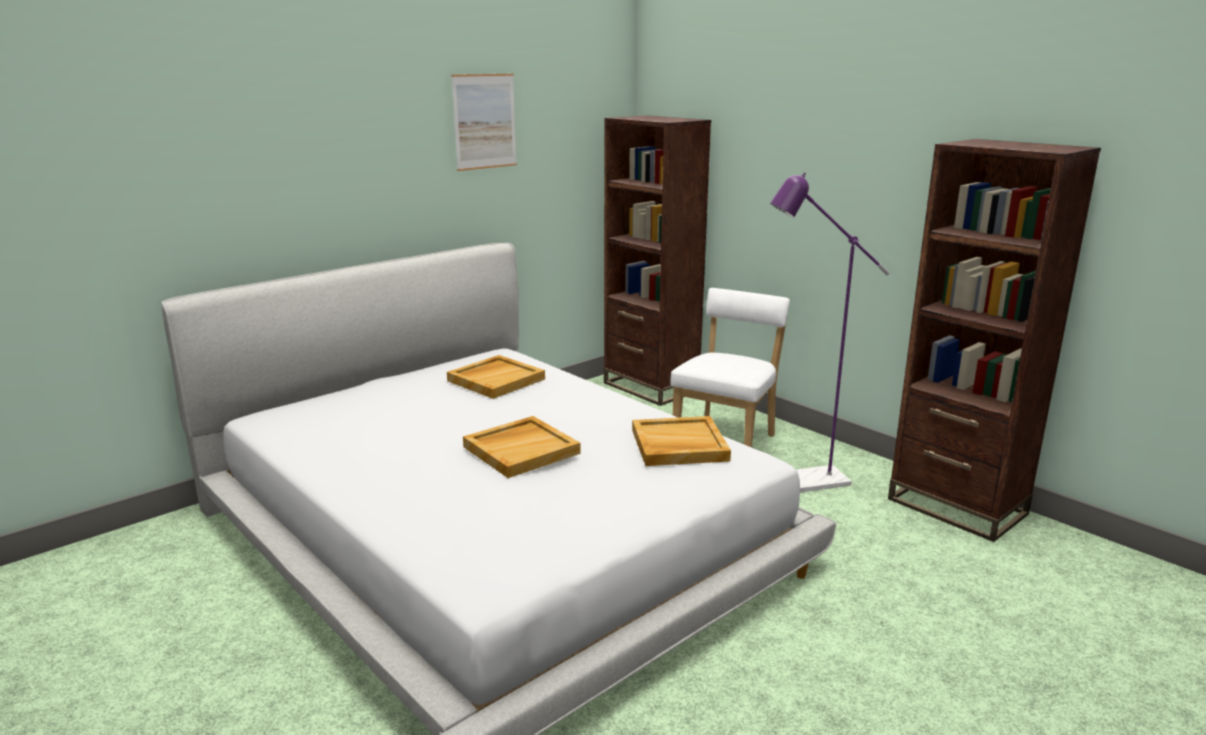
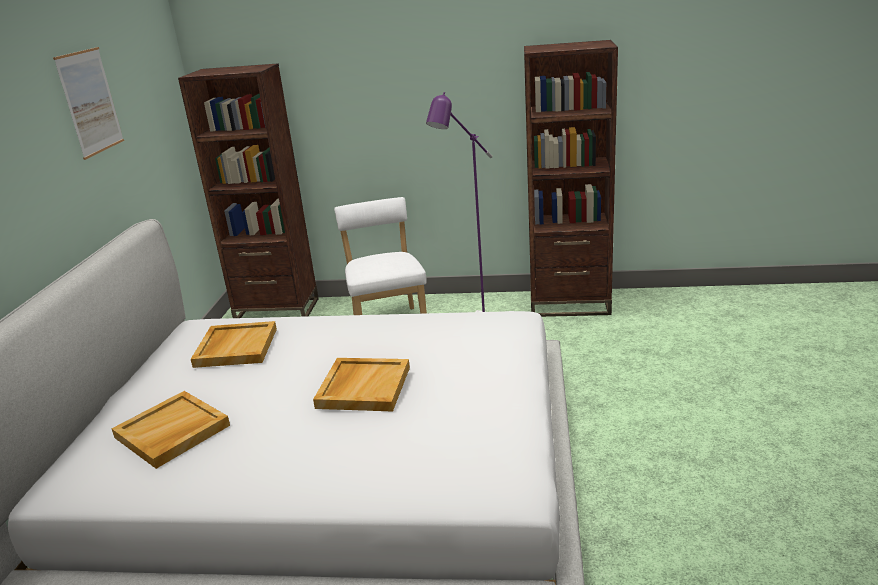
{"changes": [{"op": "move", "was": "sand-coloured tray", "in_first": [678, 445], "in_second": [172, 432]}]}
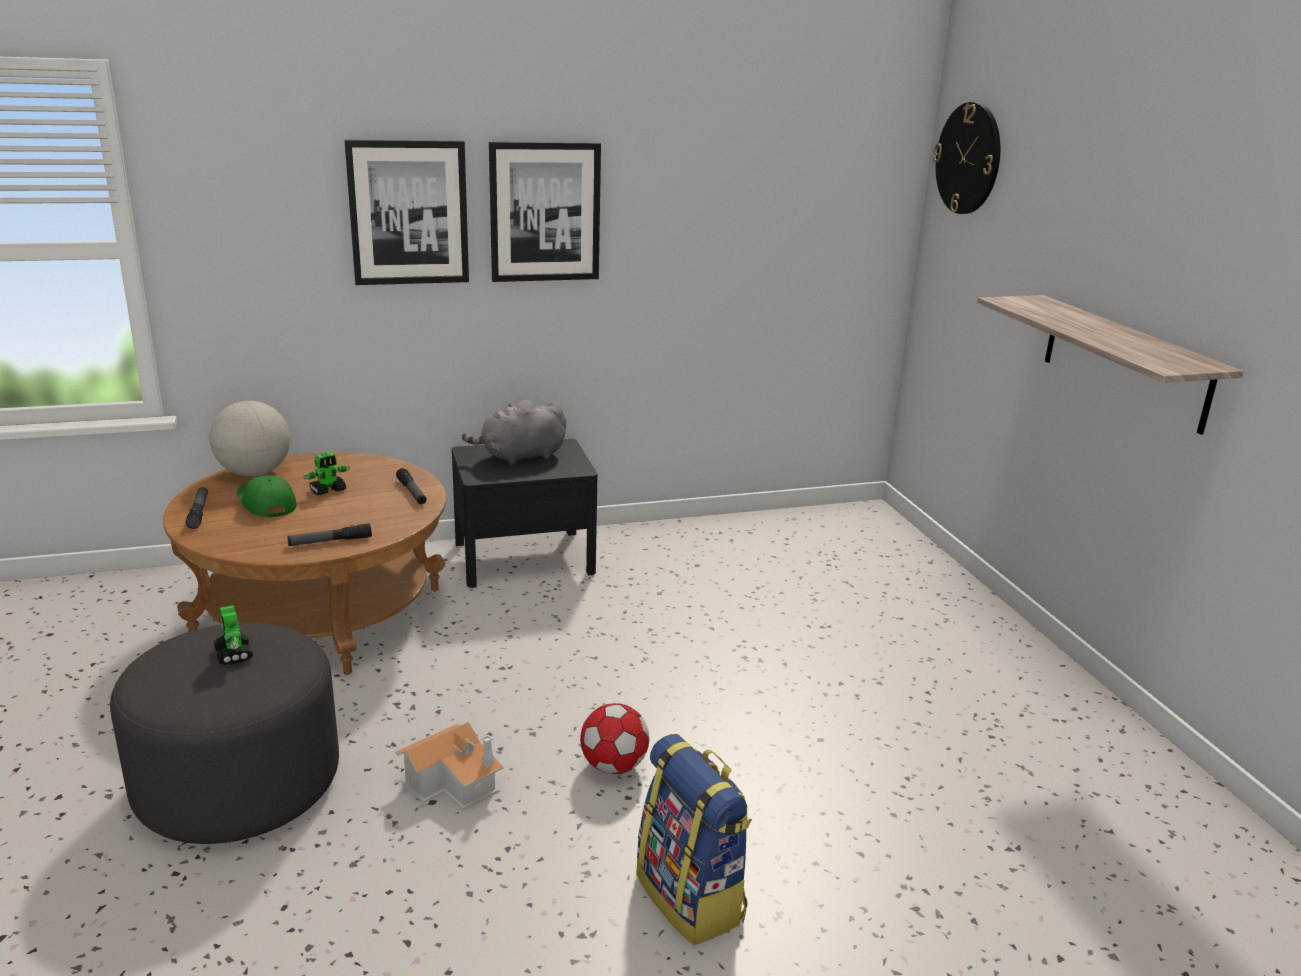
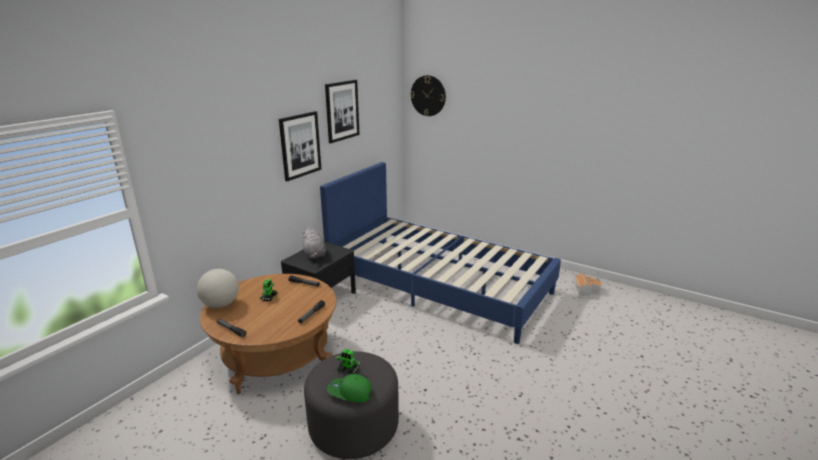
{"changes": [{"op": "delete", "was": "football ball", "in_first": [614, 766]}, {"op": "delete", "was": "rucksack", "in_first": [692, 898]}, {"op": "delete", "was": "shelf", "in_first": [1124, 361]}, {"op": "insert", "now": "blue bedroom bed", "in_second": [438, 285]}, {"op": "move", "was": "greenish cap", "in_first": [266, 504], "in_second": [350, 392]}, {"op": "move", "was": "wall art", "in_first": [408, 213], "in_second": [342, 110]}, {"op": "move", "was": "model house", "in_first": [454, 782], "in_second": [586, 291]}, {"op": "rotate", "was": "grey cuddly toy", "in_first": [520, 457], "in_second": [314, 254], "clockwise": -45}]}
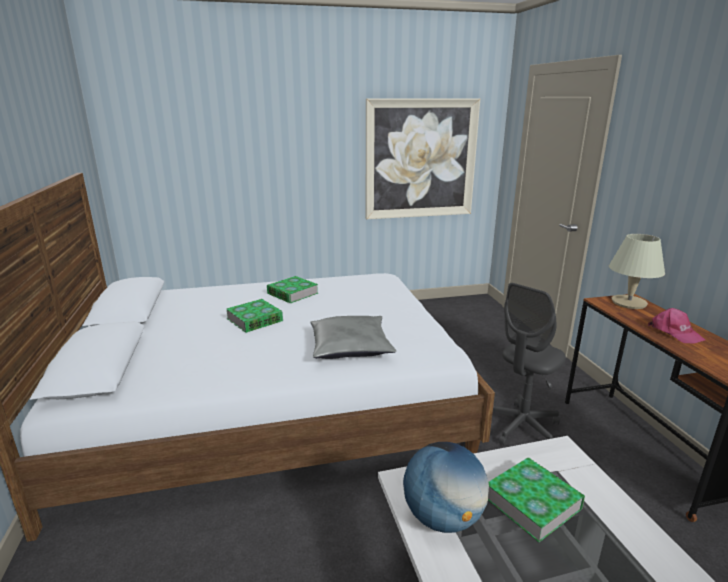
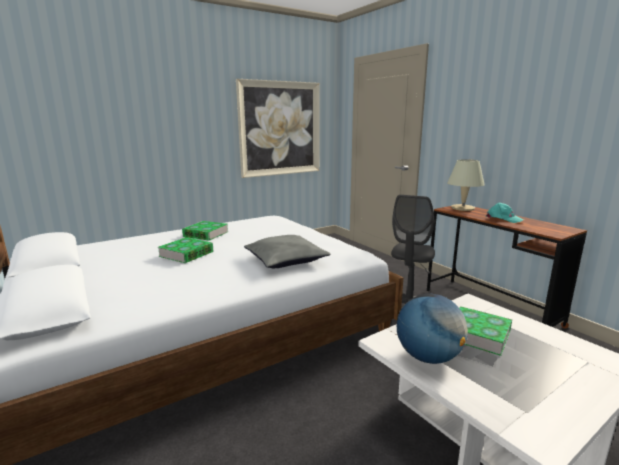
{"changes": [{"op": "recolor", "was": "pink cap", "now": "turquoise cap", "in_first": [675, 332], "in_second": [503, 219]}]}
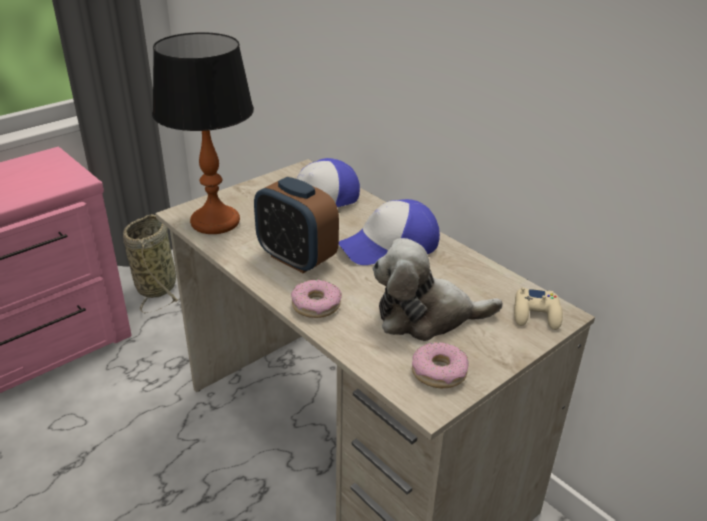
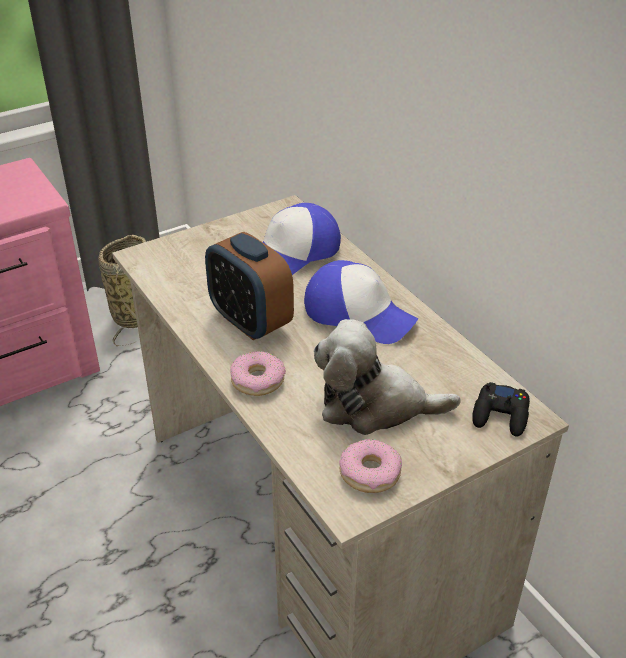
{"changes": [{"op": "delete", "was": "lamp for a table", "in_first": [214, 221]}, {"op": "recolor", "was": "sand-coloured game controller", "now": "black-coloured game controller", "in_first": [536, 314], "in_second": [501, 415]}, {"op": "rotate", "was": "cap", "in_first": [390, 245], "in_second": [358, 314], "clockwise": -135}]}
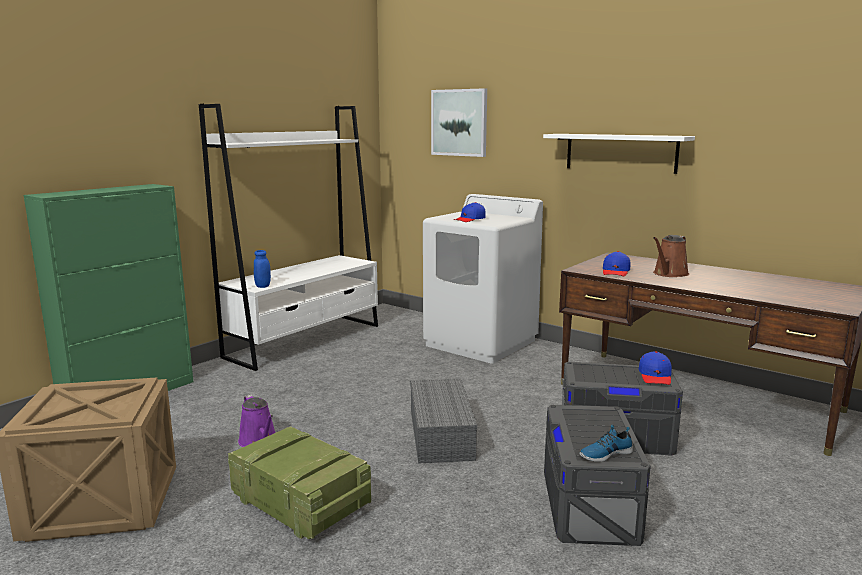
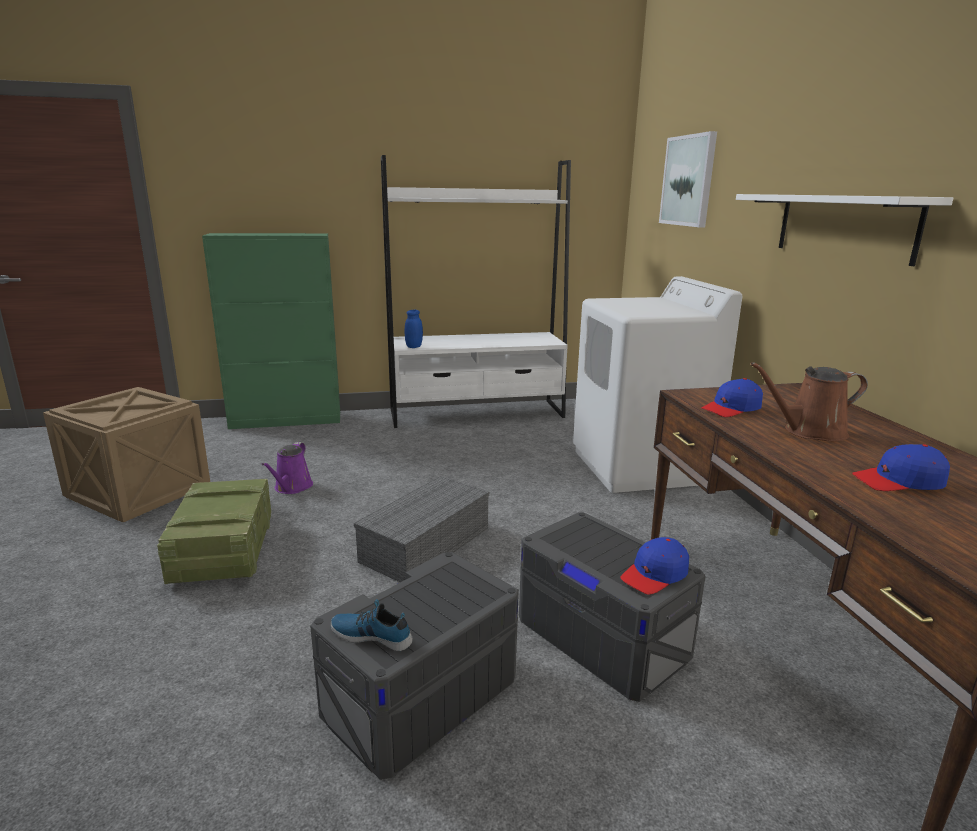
{"changes": [{"op": "move", "was": "blue cap", "in_first": [470, 219], "in_second": [899, 481]}]}
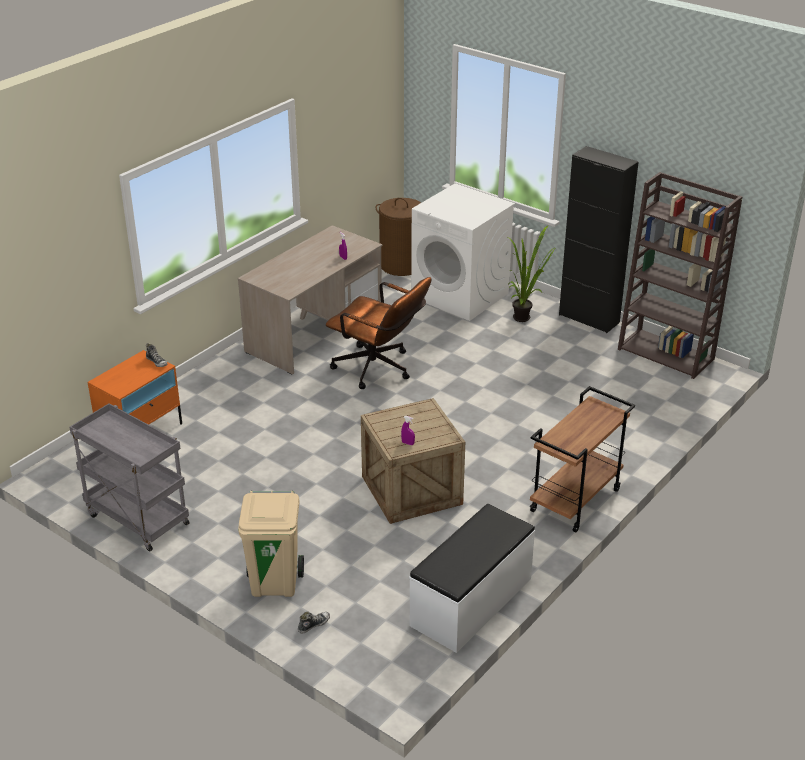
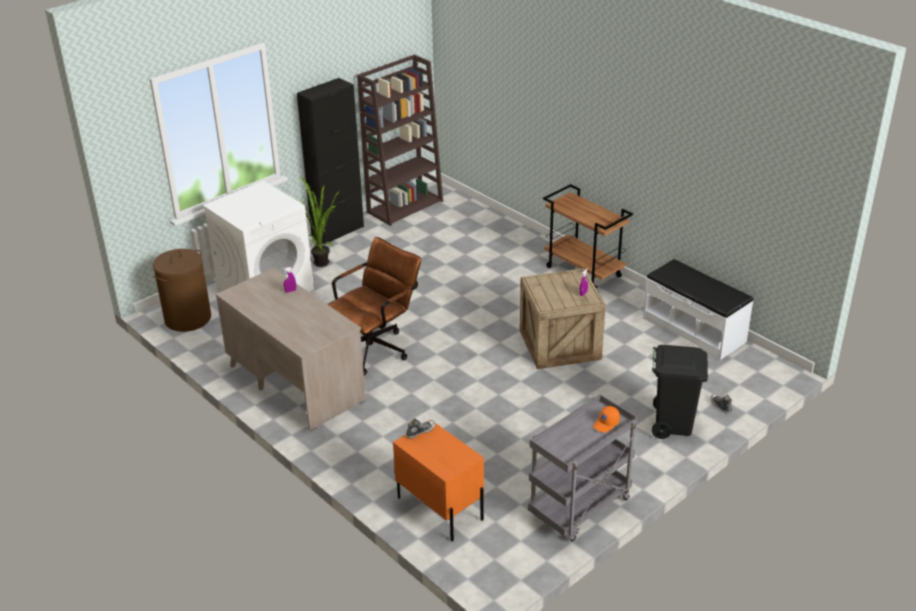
{"changes": [{"op": "insert", "now": "orange-coloured cap", "in_second": [606, 424]}, {"op": "recolor", "was": "sand-coloured waste bin", "now": "black-coloured waste bin", "in_first": [275, 583], "in_second": [672, 424]}]}
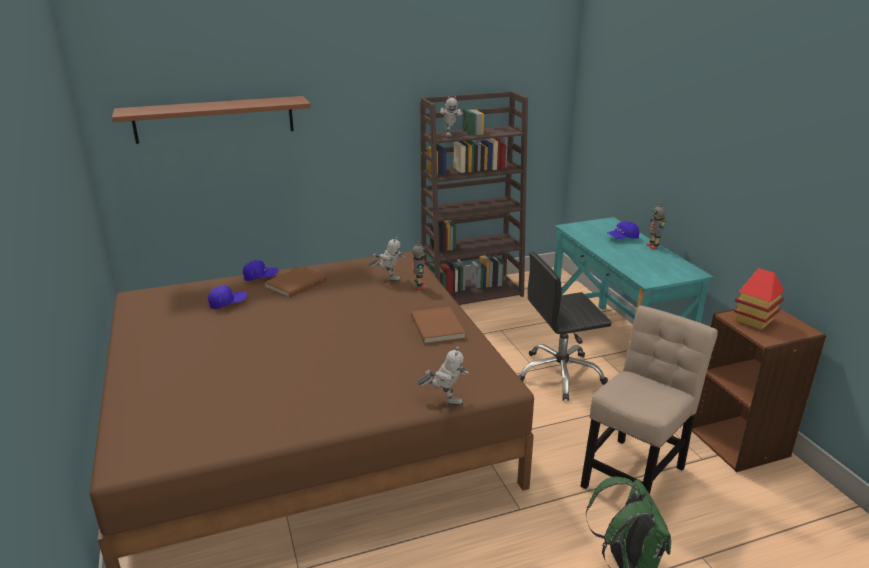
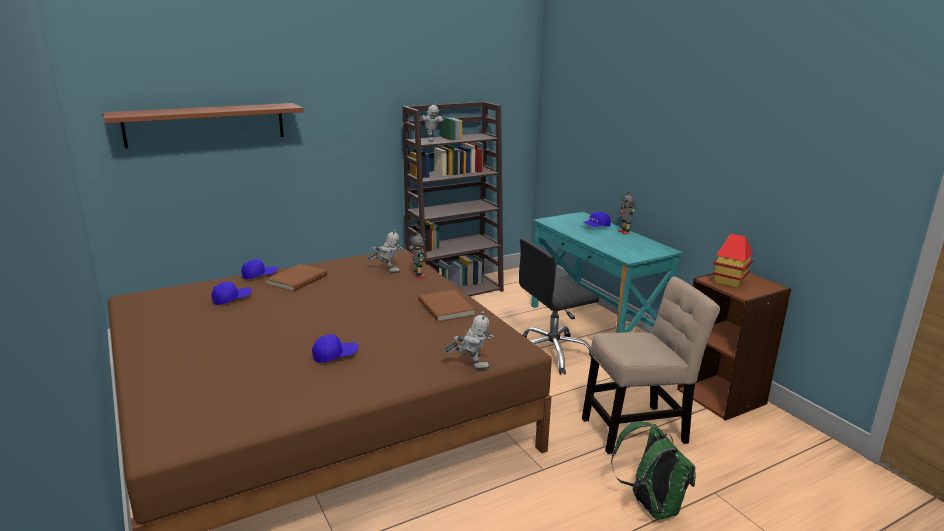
{"changes": [{"op": "insert", "now": "blue cap", "in_second": [335, 356]}, {"op": "rotate", "was": "sand-coloured chair", "in_first": [635, 473], "in_second": [638, 429], "clockwise": 45}]}
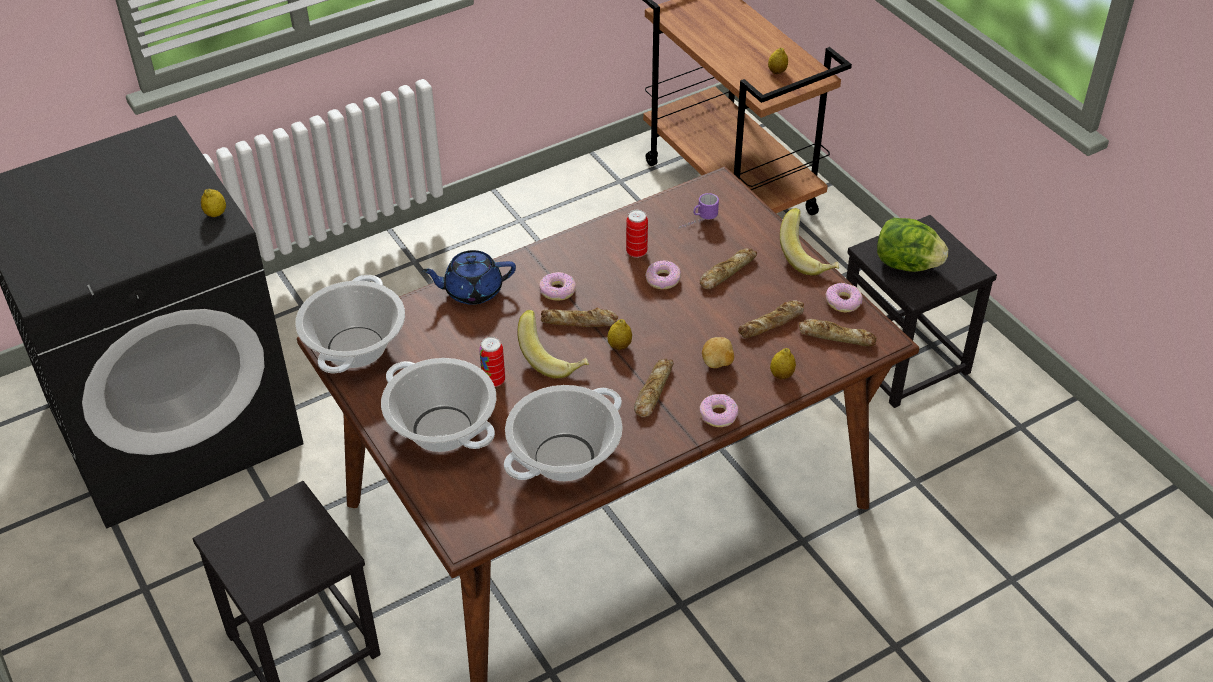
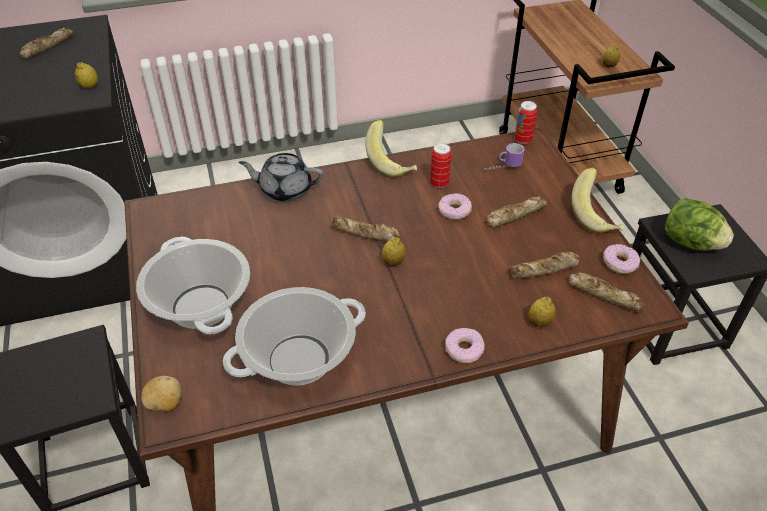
{"changes": [{"op": "delete", "was": "saucepot", "in_first": [356, 347]}, {"op": "delete", "was": "doughnut", "in_first": [557, 290]}, {"op": "move", "was": "metal can", "in_first": [493, 380], "in_second": [523, 140]}, {"op": "move", "was": "banana", "in_first": [553, 358], "in_second": [392, 163]}, {"op": "move", "was": "bread", "in_first": [652, 391], "in_second": [47, 47]}, {"op": "move", "was": "whole potato", "in_first": [717, 363], "in_second": [165, 404]}, {"op": "recolor", "was": "blue teapot", "now": "grey teapot", "in_first": [472, 290], "in_second": [285, 189]}]}
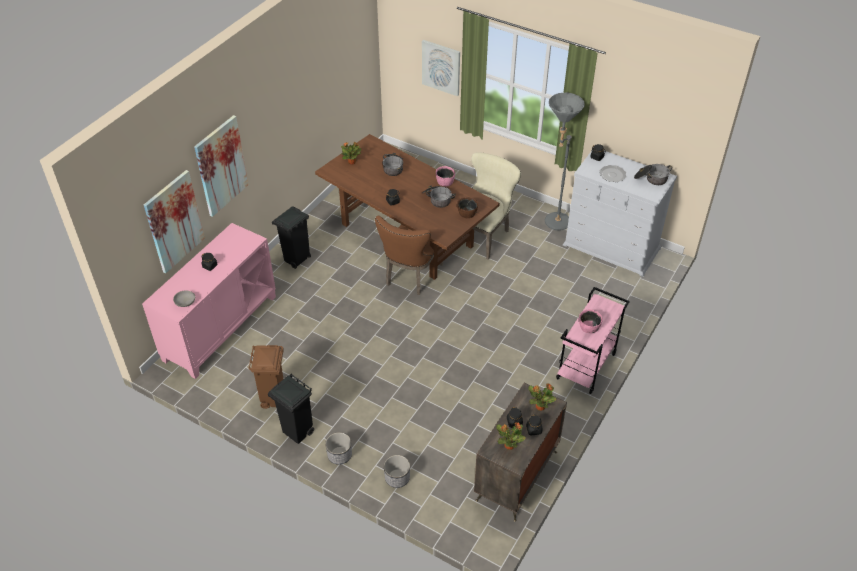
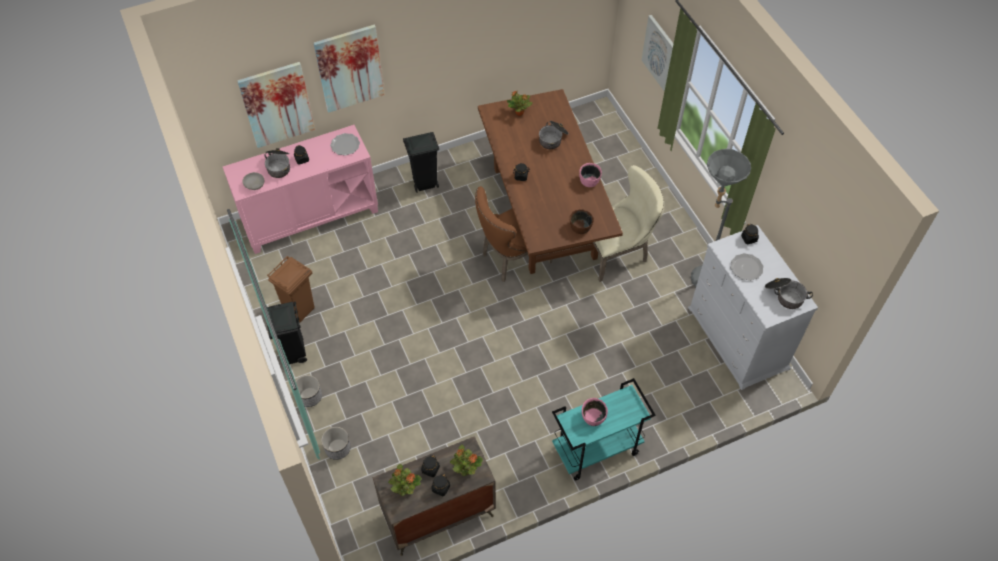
{"changes": [{"op": "insert", "now": "flat dish", "in_second": [345, 145]}, {"op": "move", "was": "saucepot", "in_first": [437, 199], "in_second": [279, 166]}, {"op": "recolor", "was": "pink trolley", "now": "turquoise trolley", "in_first": [586, 367], "in_second": [596, 450]}]}
